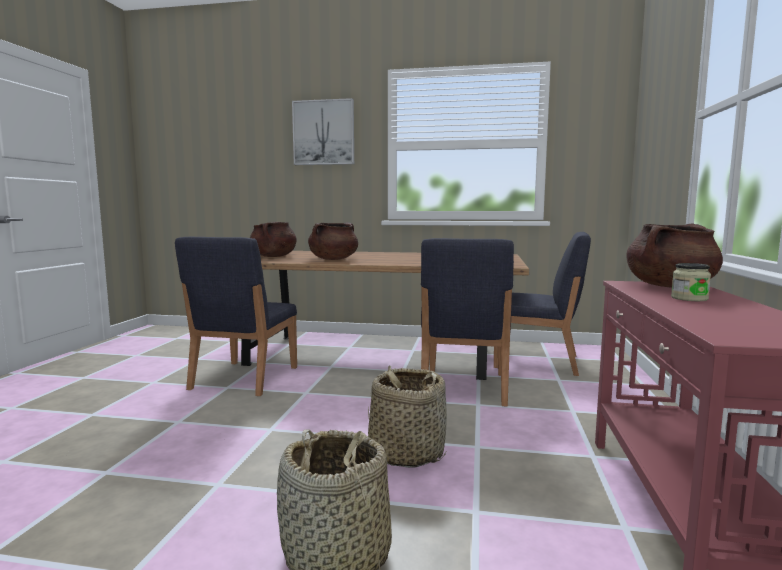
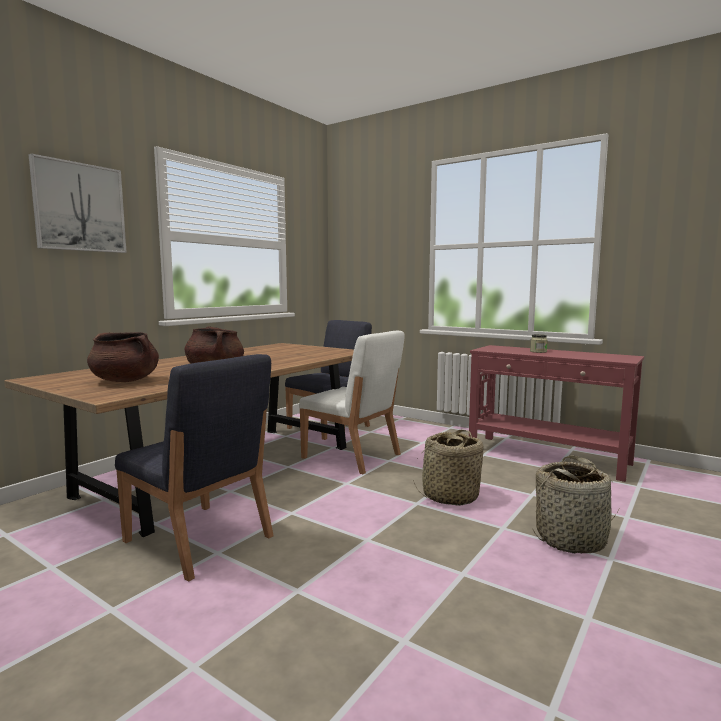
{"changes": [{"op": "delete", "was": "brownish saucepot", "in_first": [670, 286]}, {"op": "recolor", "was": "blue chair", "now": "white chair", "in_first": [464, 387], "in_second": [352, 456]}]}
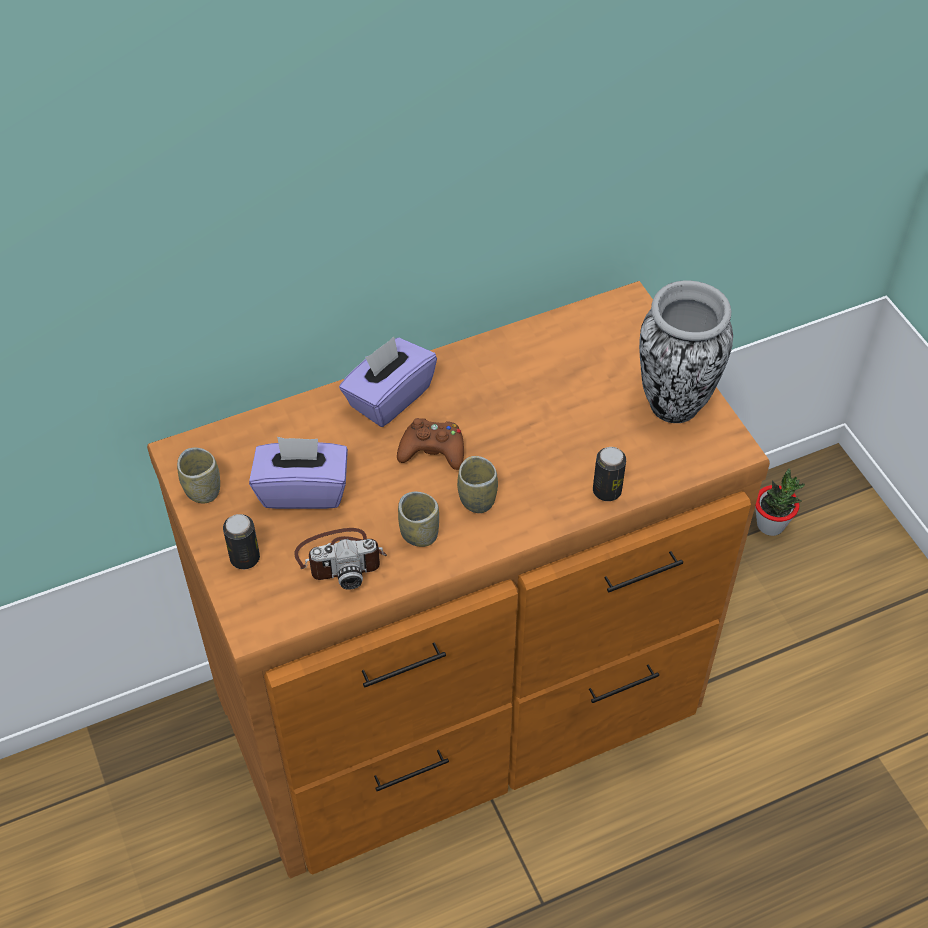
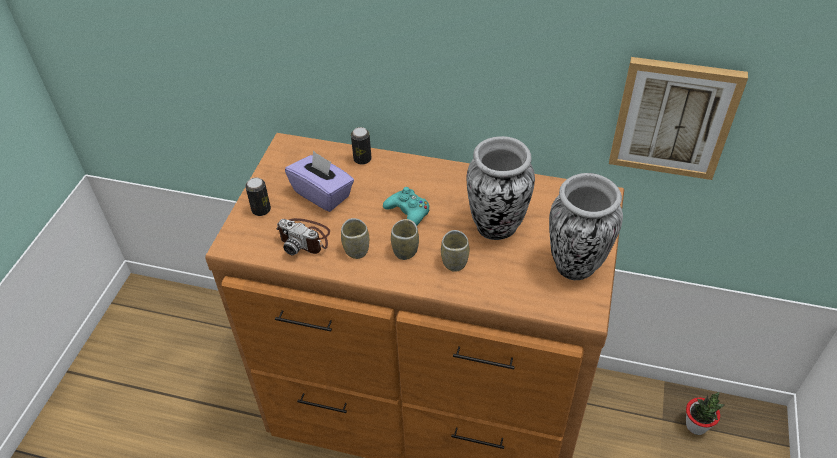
{"changes": [{"op": "delete", "was": "purple-coloured tissue box", "in_first": [389, 397]}, {"op": "insert", "now": "decorative vase", "in_second": [496, 228]}, {"op": "insert", "now": "wall art", "in_second": [673, 117]}, {"op": "move", "was": "drinking cup", "in_first": [202, 490], "in_second": [454, 262]}, {"op": "move", "was": "metal can", "in_first": [607, 491], "in_second": [362, 159]}, {"op": "recolor", "was": "brownish game controller", "now": "turquoise game controller", "in_first": [432, 450], "in_second": [408, 212]}]}
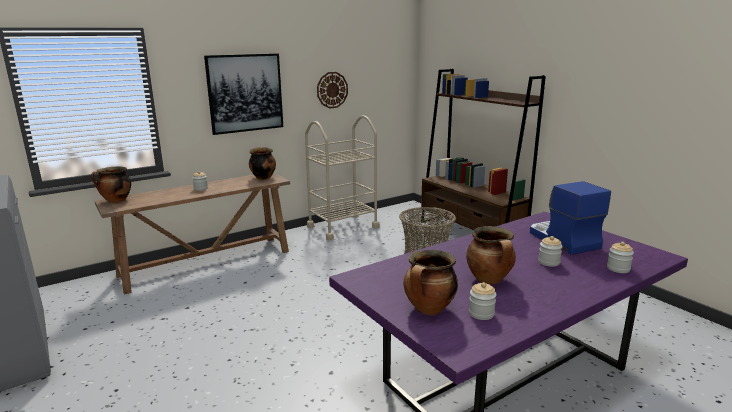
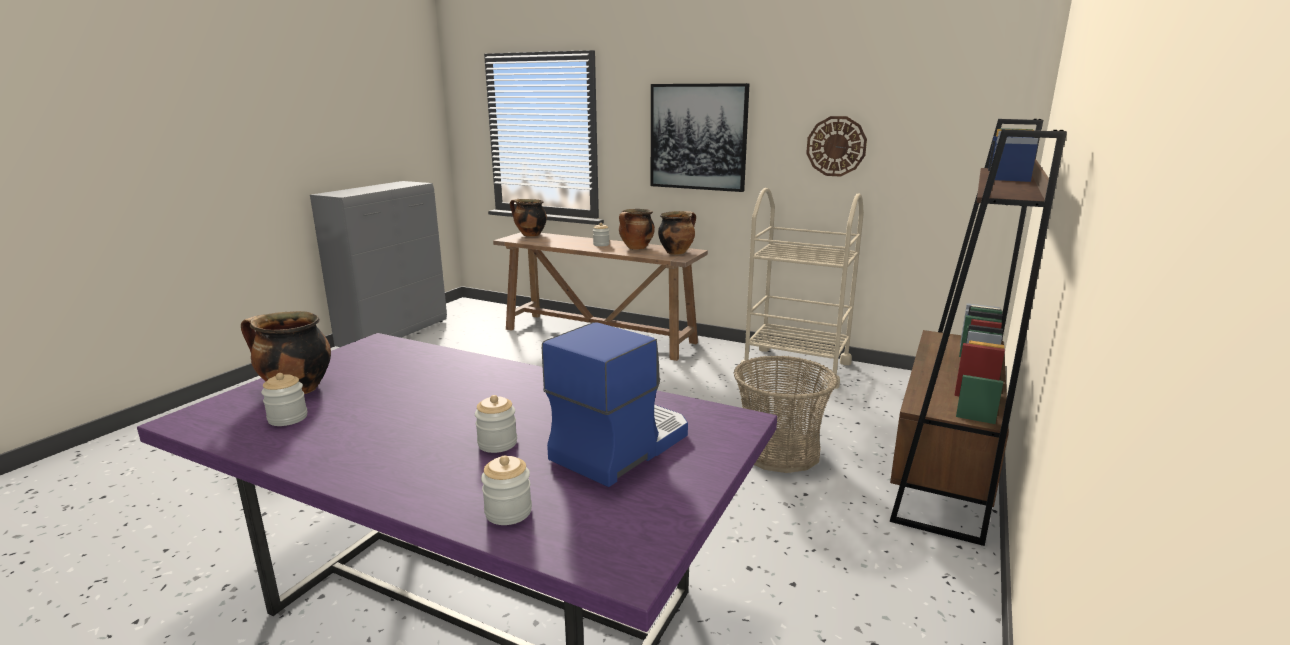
{"changes": [{"op": "move", "was": "saucepot", "in_first": [489, 280], "in_second": [636, 248]}]}
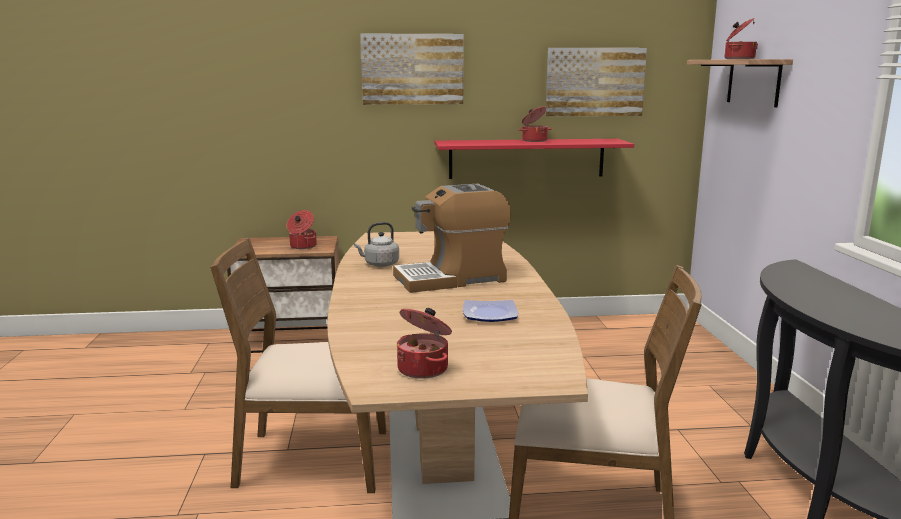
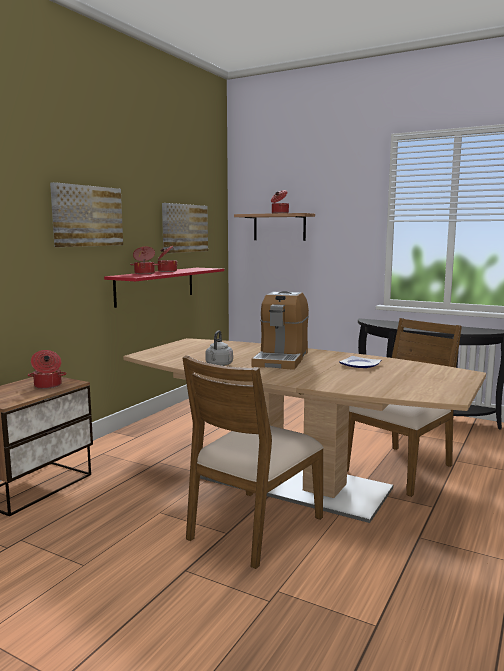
{"changes": [{"op": "move", "was": "saucepot", "in_first": [424, 368], "in_second": [144, 273]}]}
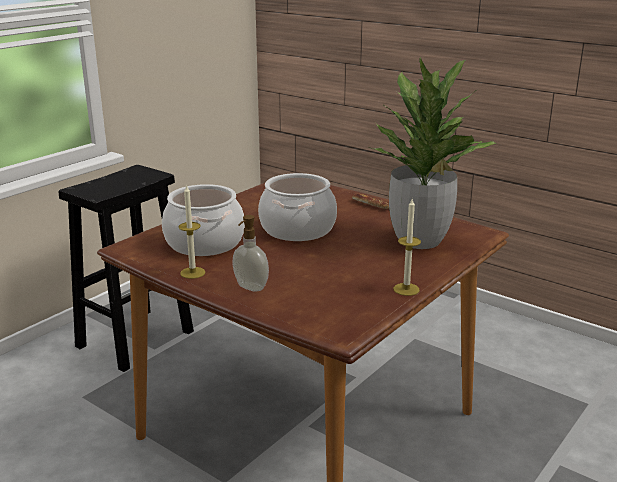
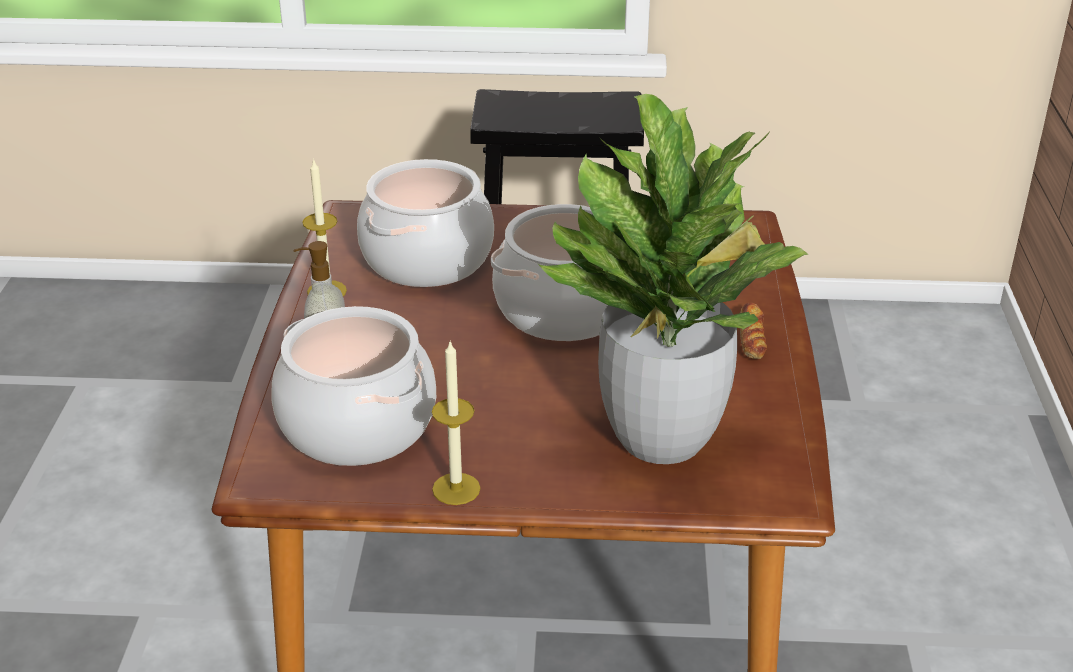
{"changes": [{"op": "insert", "now": "saucepot", "in_second": [356, 425]}]}
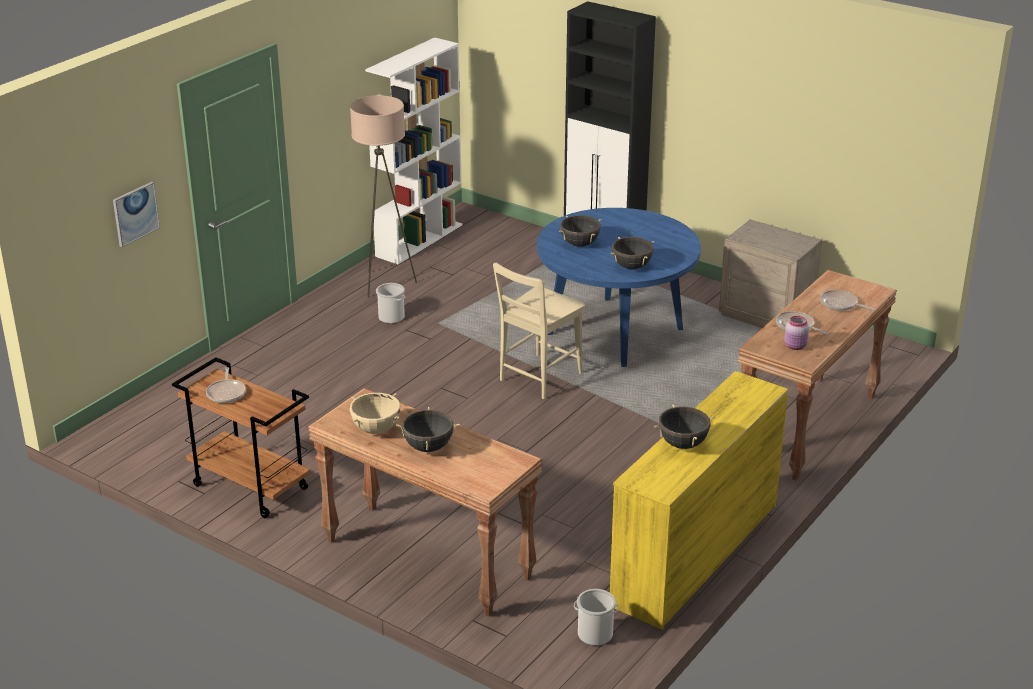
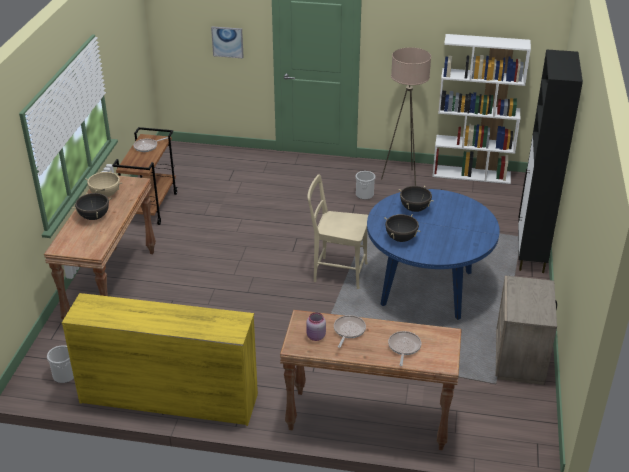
{"changes": [{"op": "delete", "was": "black-coloured saucepot", "in_first": [682, 444]}]}
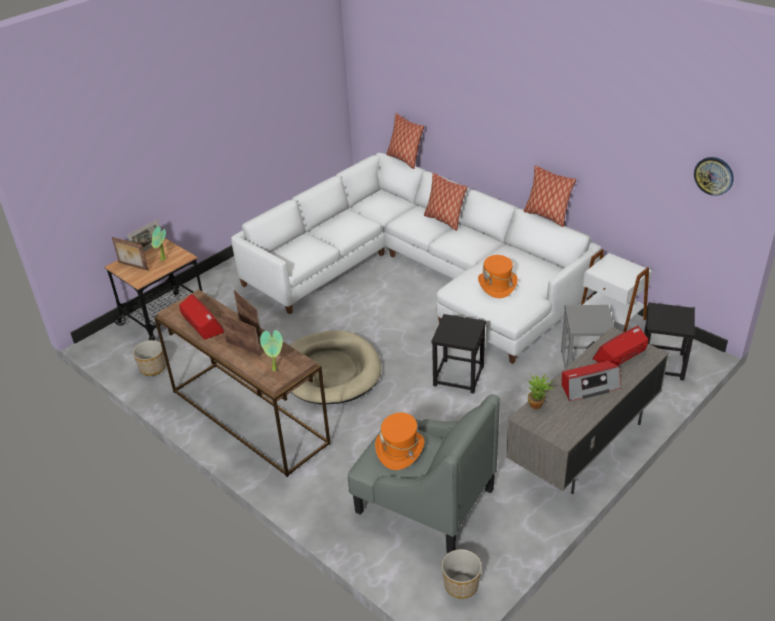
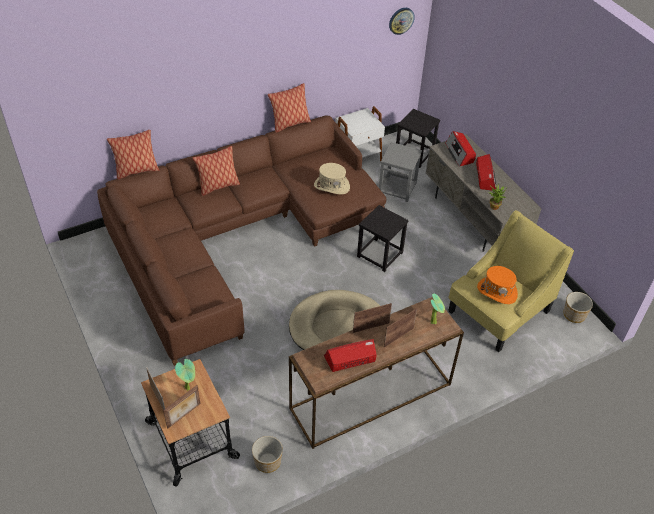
{"changes": [{"op": "recolor", "was": "white settee", "now": "brownish settee", "in_first": [420, 273], "in_second": [237, 236]}, {"op": "recolor", "was": "grey lounge chair", "now": "yellow lounge chair", "in_first": [424, 500], "in_second": [498, 311]}, {"op": "recolor", "was": "orange-coloured hat", "now": "sand-coloured hat", "in_first": [497, 285], "in_second": [332, 186]}]}
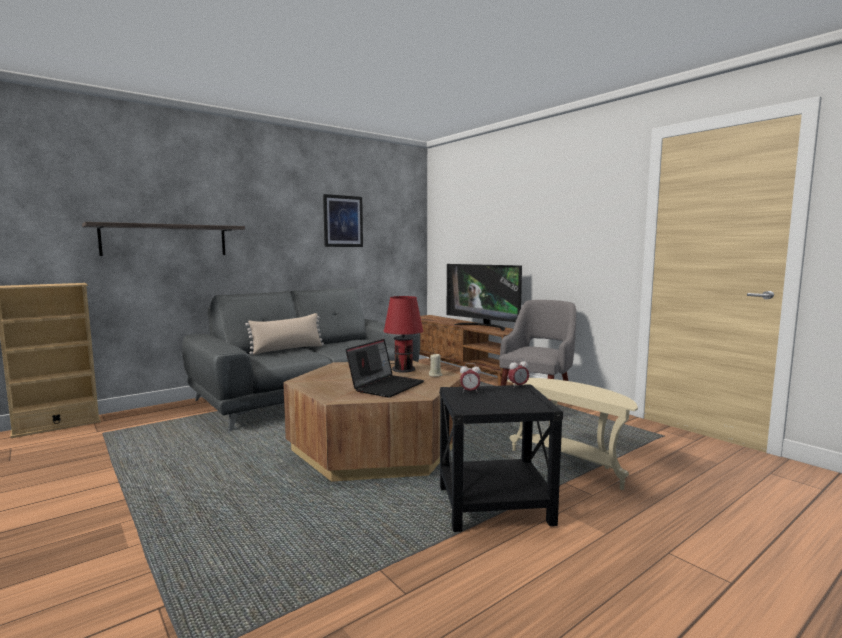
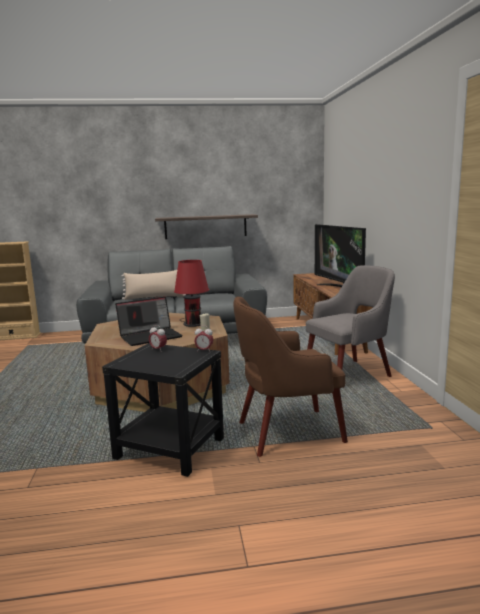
{"changes": [{"op": "delete", "was": "wall art", "in_first": [343, 221]}, {"op": "move", "was": "shelf", "in_first": [165, 240], "in_second": [205, 226]}, {"op": "replace", "was": "sand-coloured side table", "now": "brownish lounge chair", "in_first": [570, 464], "in_second": [286, 432]}]}
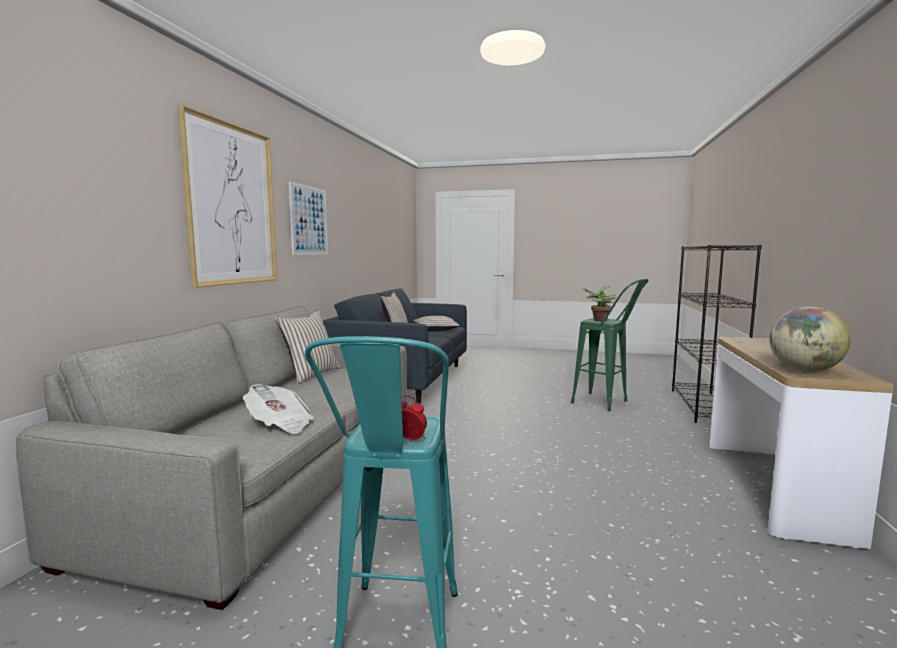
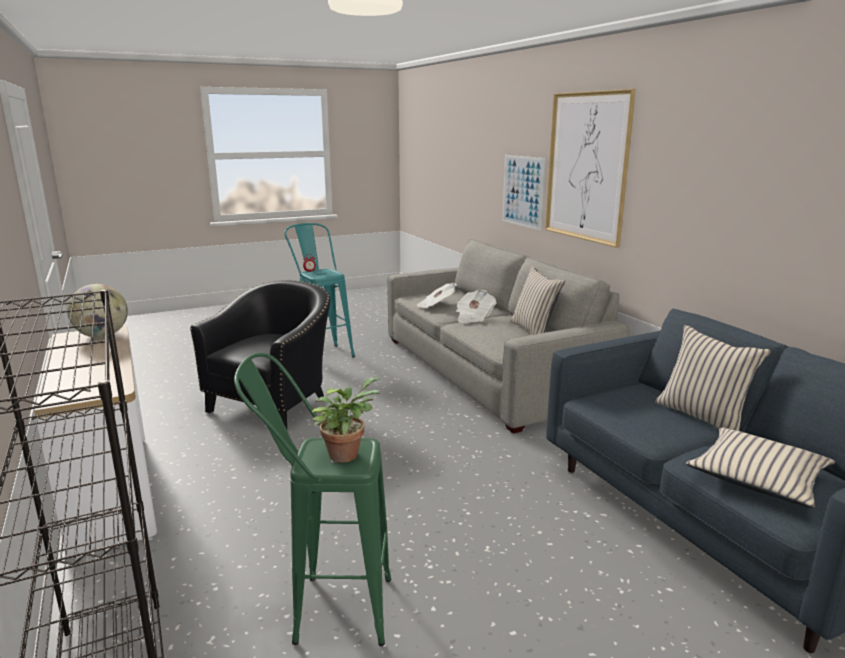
{"changes": [{"op": "insert", "now": "black-coloured lounge chair", "in_second": [275, 404]}, {"op": "insert", "now": "newspaper", "in_second": [473, 317]}, {"op": "move", "was": "wall art", "in_first": [309, 220], "in_second": [523, 191]}]}
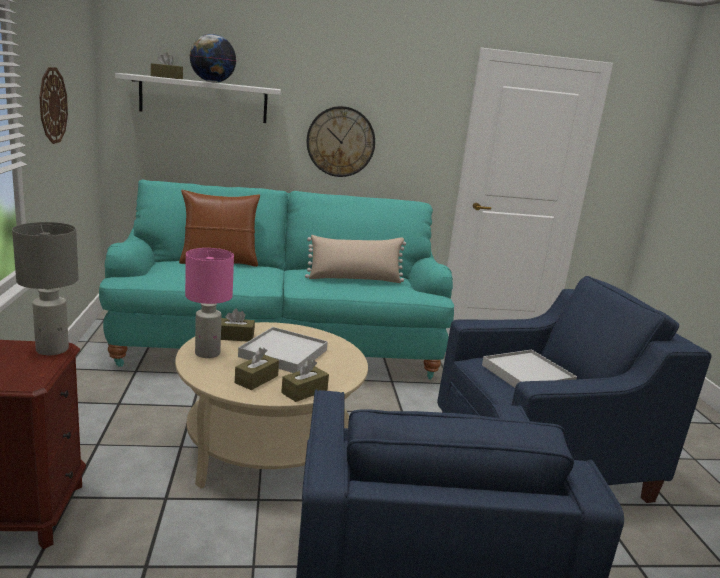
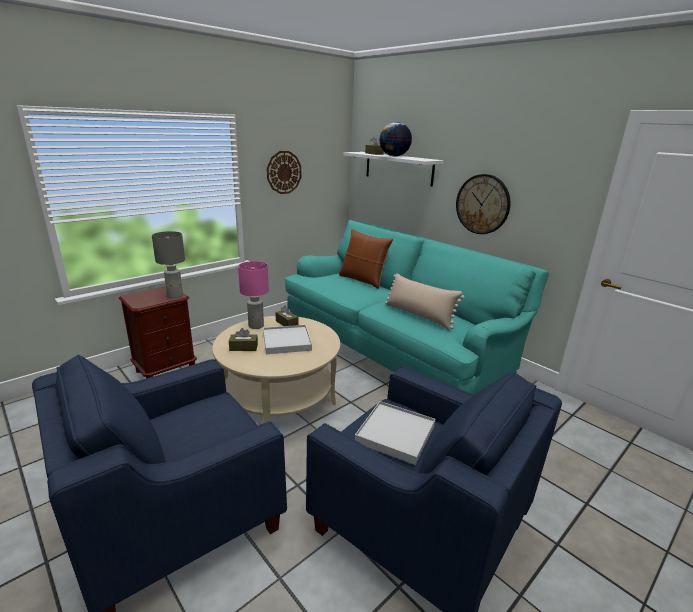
{"changes": [{"op": "delete", "was": "brownish tissue box", "in_first": [304, 391]}]}
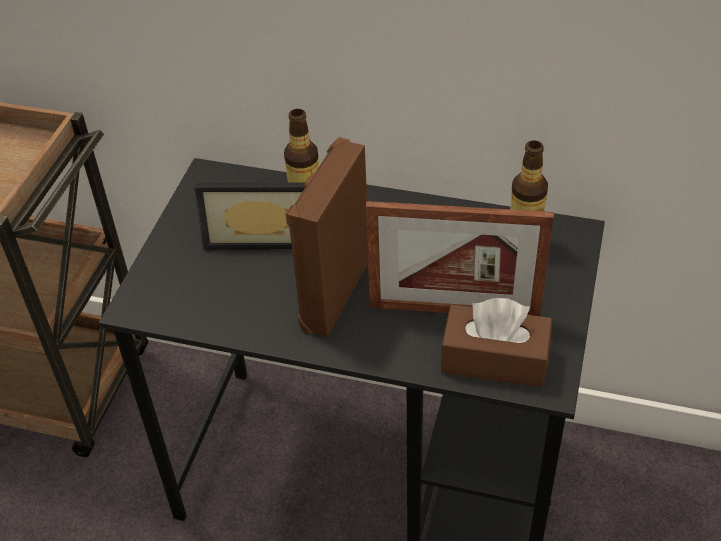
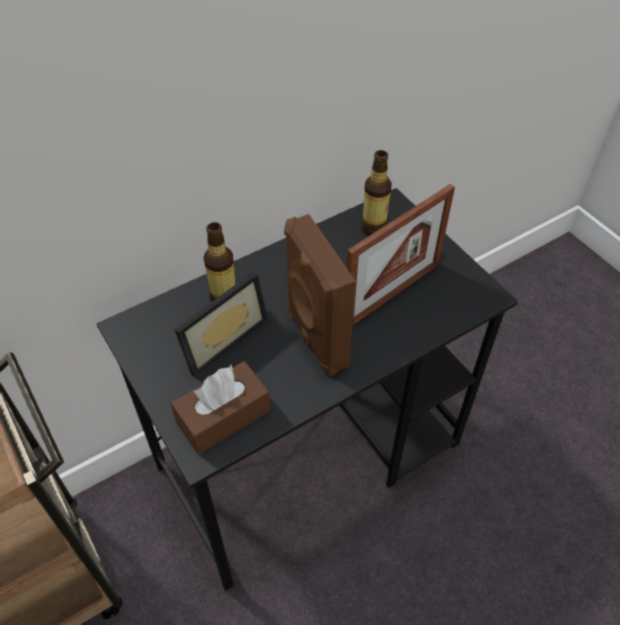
{"changes": [{"op": "move", "was": "brownish tissue box", "in_first": [494, 359], "in_second": [223, 416]}]}
